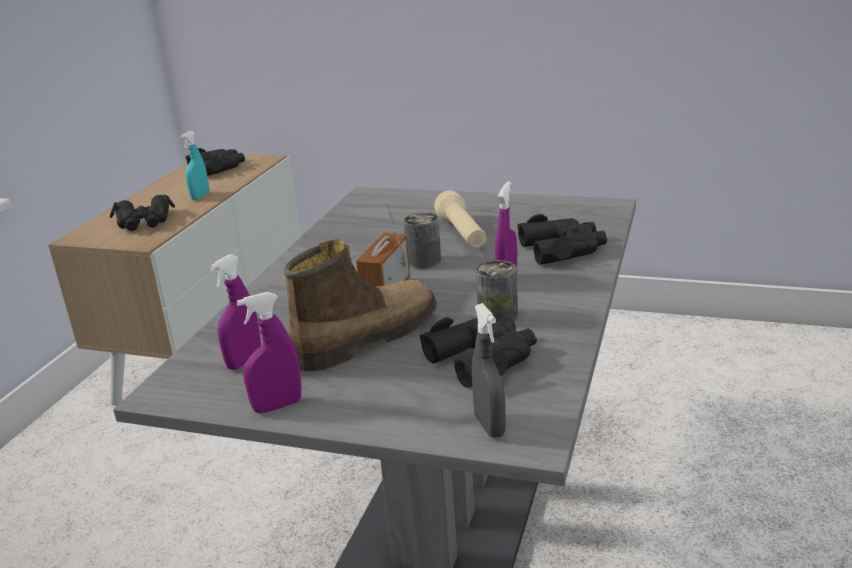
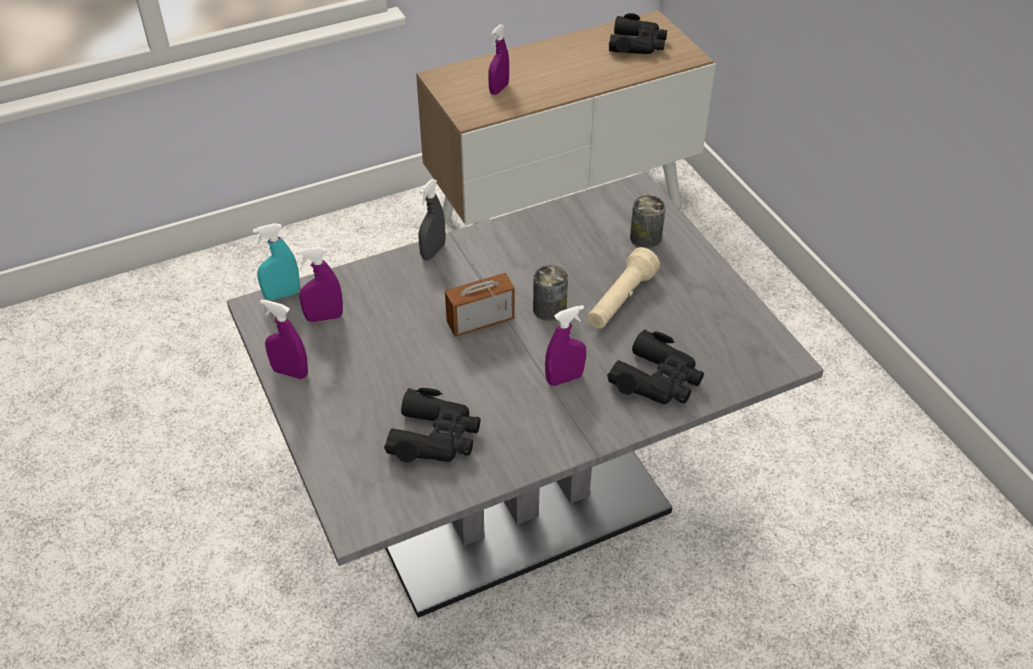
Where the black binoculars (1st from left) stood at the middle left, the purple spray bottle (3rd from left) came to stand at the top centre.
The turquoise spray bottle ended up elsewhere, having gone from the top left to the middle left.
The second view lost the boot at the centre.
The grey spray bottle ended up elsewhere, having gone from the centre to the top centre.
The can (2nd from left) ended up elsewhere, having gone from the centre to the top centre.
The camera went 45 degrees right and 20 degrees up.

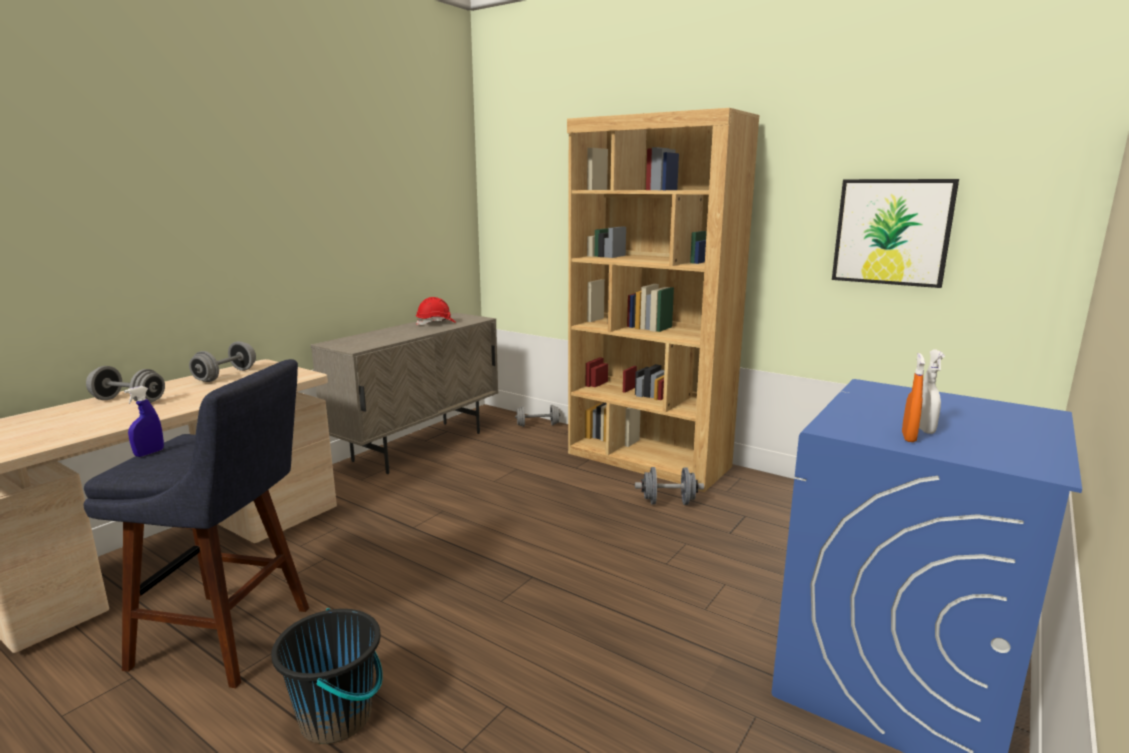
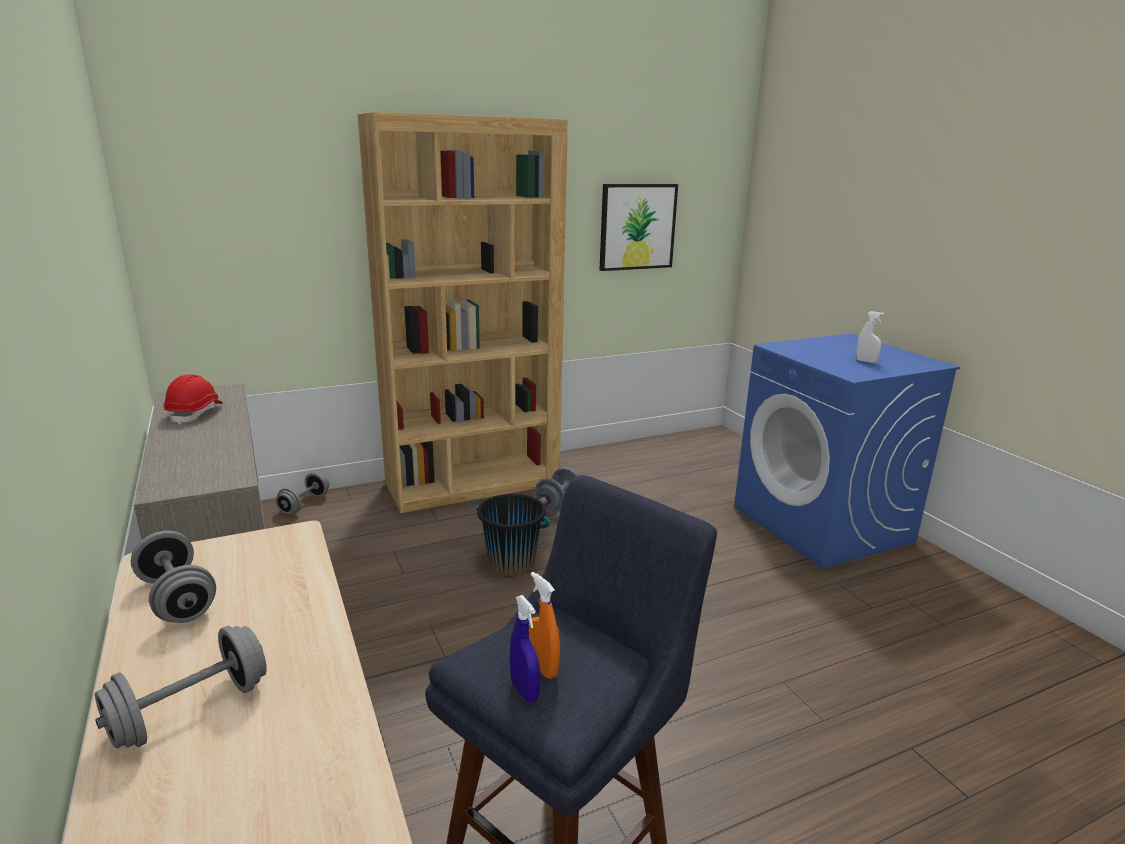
The black bucket ended up elsewhere, having gone from the bottom left to the centre.
The orange spray bottle ended up elsewhere, having gone from the middle right to the bottom centre.
The camera went 60 degrees left and 5 degrees up.

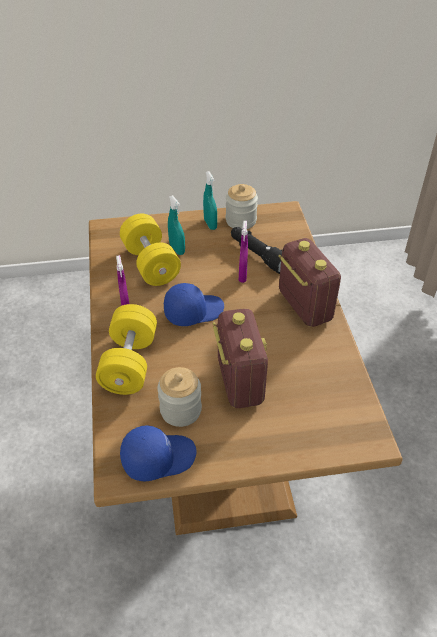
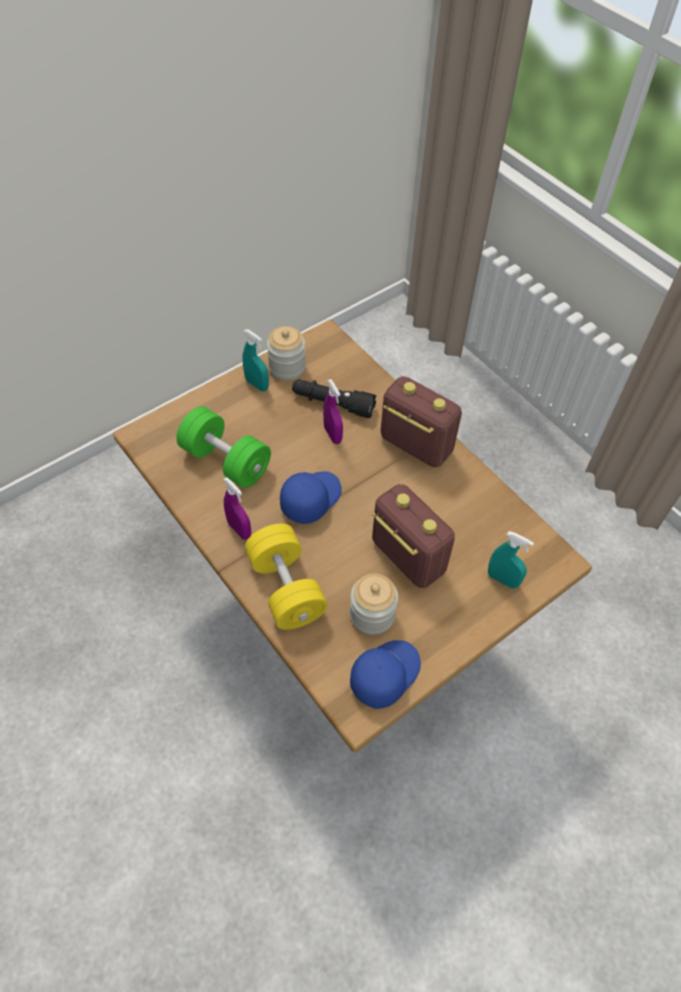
What was the yellow dumbbell (2nd from left) at the centre turned into the green dumbbell at the middle left.
The turquoise spray bottle (1st from left in the first image) ended up elsewhere, having gone from the centre to the middle right.
The camera went 30 degrees left and 10 degrees up.

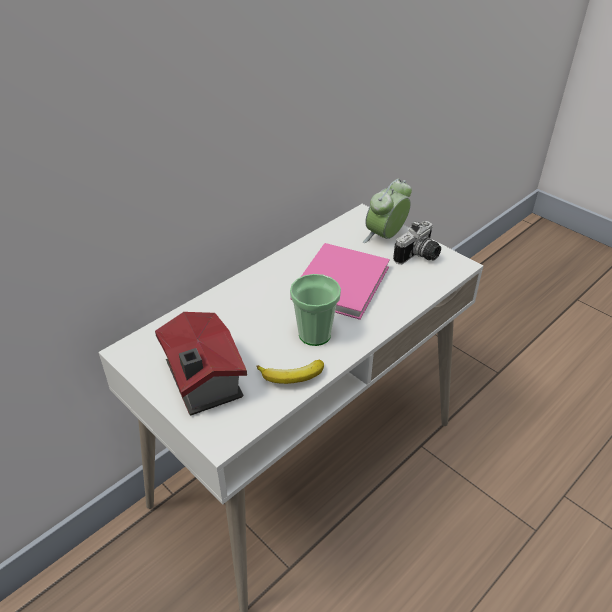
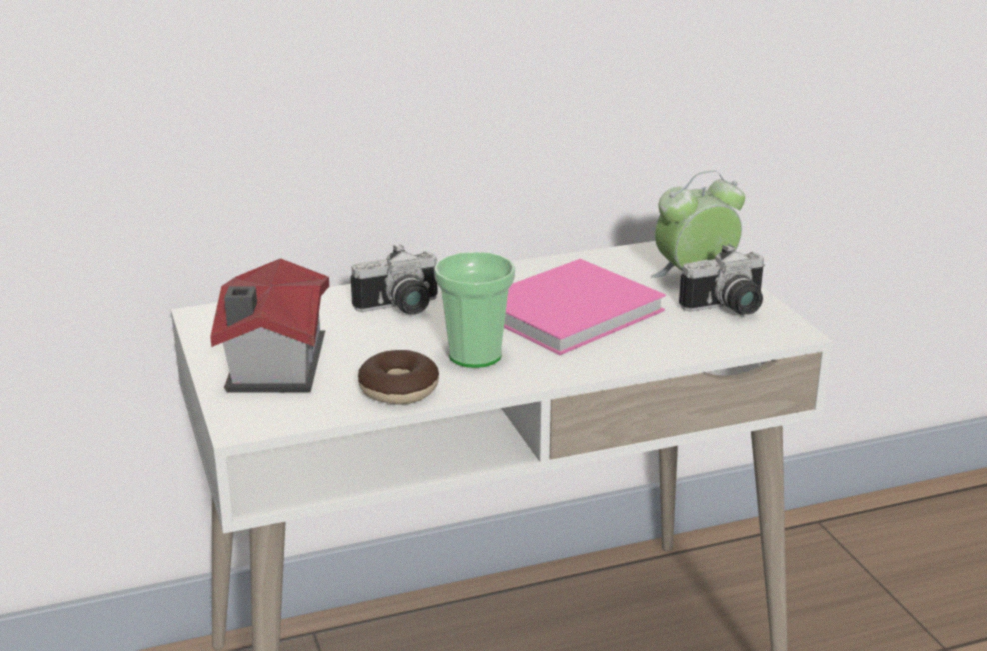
Where the banana stood at the centre, the donut came to stand at the centre.
The second view gained the photo camera (1st from left) at the centre.
The camera went 25 degrees right and 15 degrees down.

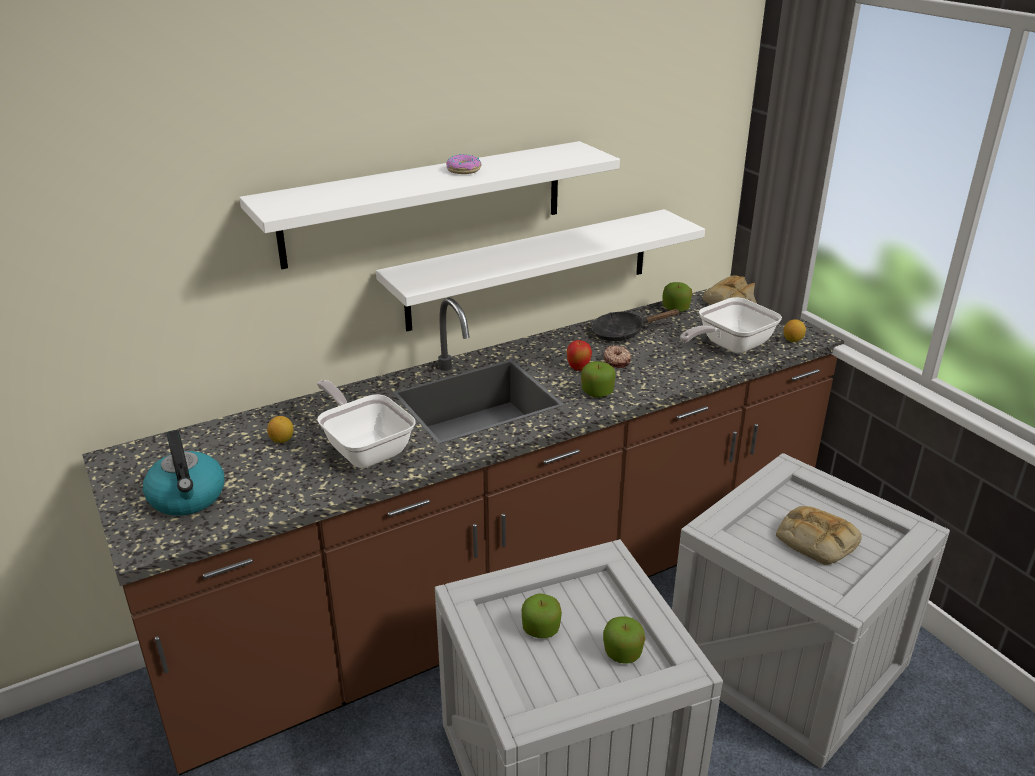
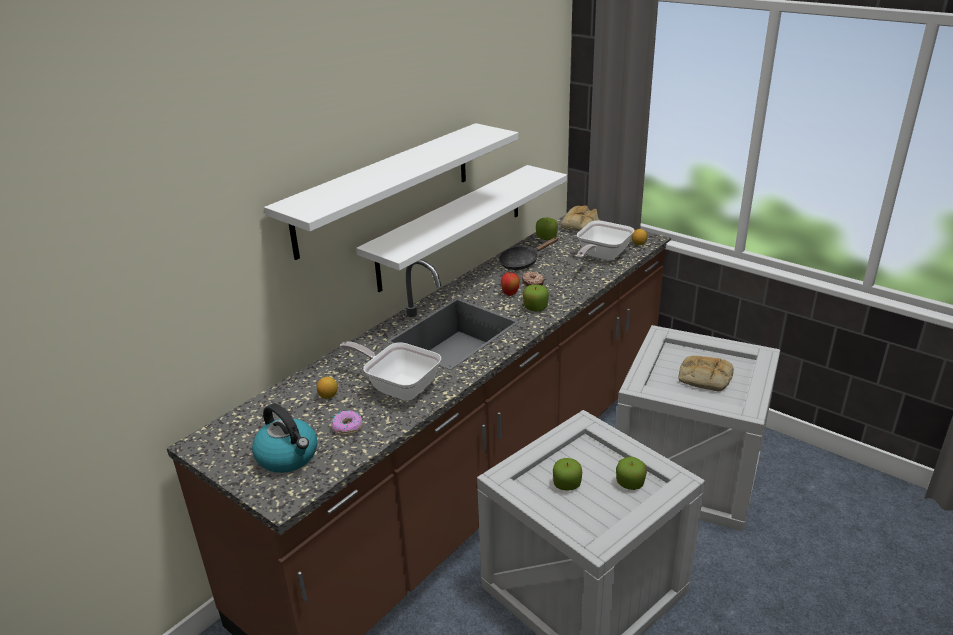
The donut (1st from left) ended up elsewhere, having gone from the top centre to the centre.
The camera went 20 degrees left and 0 degrees up.

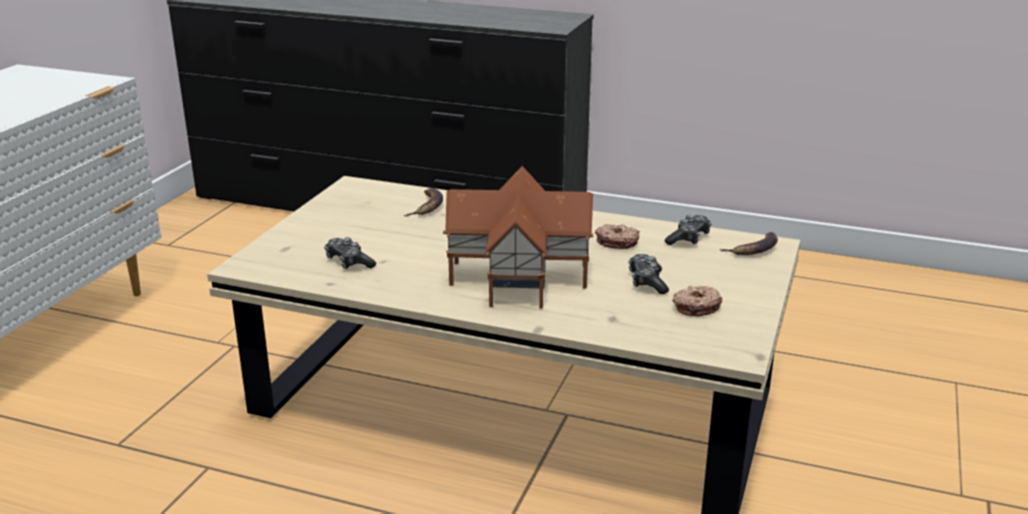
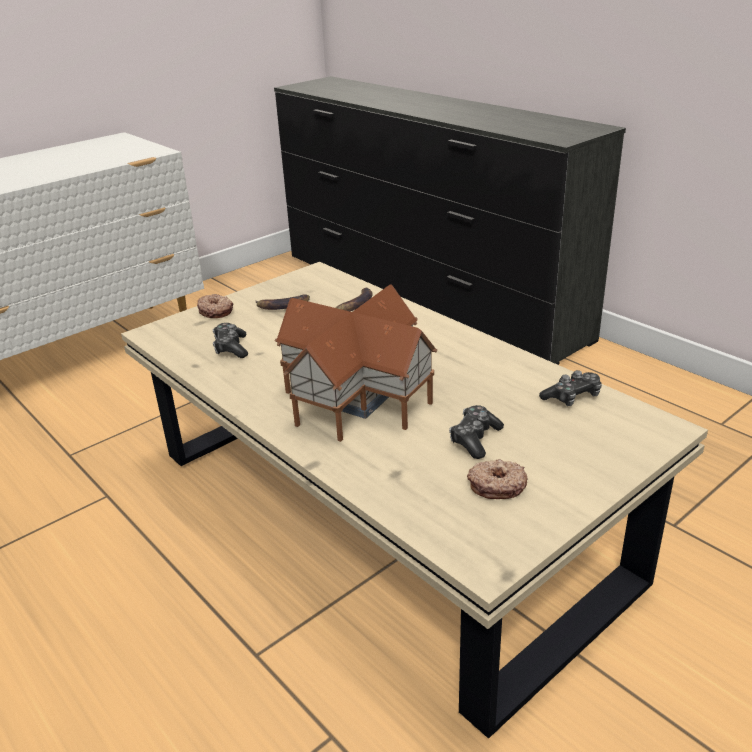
The donut (1st from left) ended up elsewhere, having gone from the centre to the middle left.
The banana (2nd from left in the first image) ended up elsewhere, having gone from the middle right to the centre.
The camera went 30 degrees right and 5 degrees up.

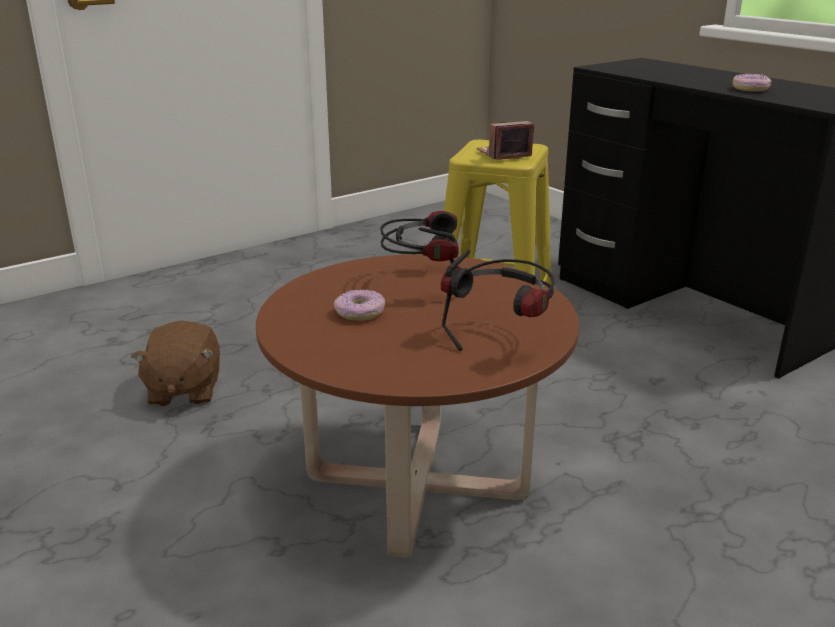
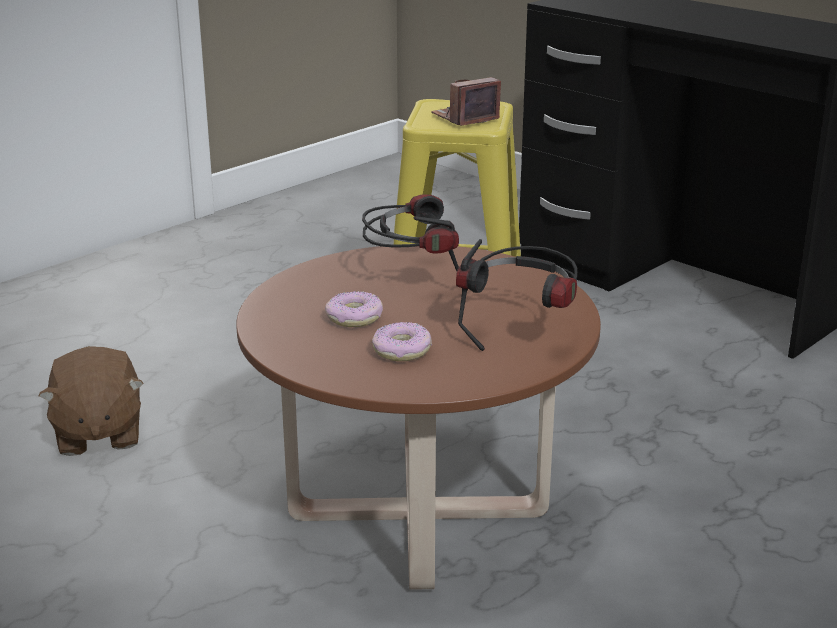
The donut (2nd from left) ended up elsewhere, having gone from the top right to the centre.
The camera went 10 degrees left and 0 degrees up.

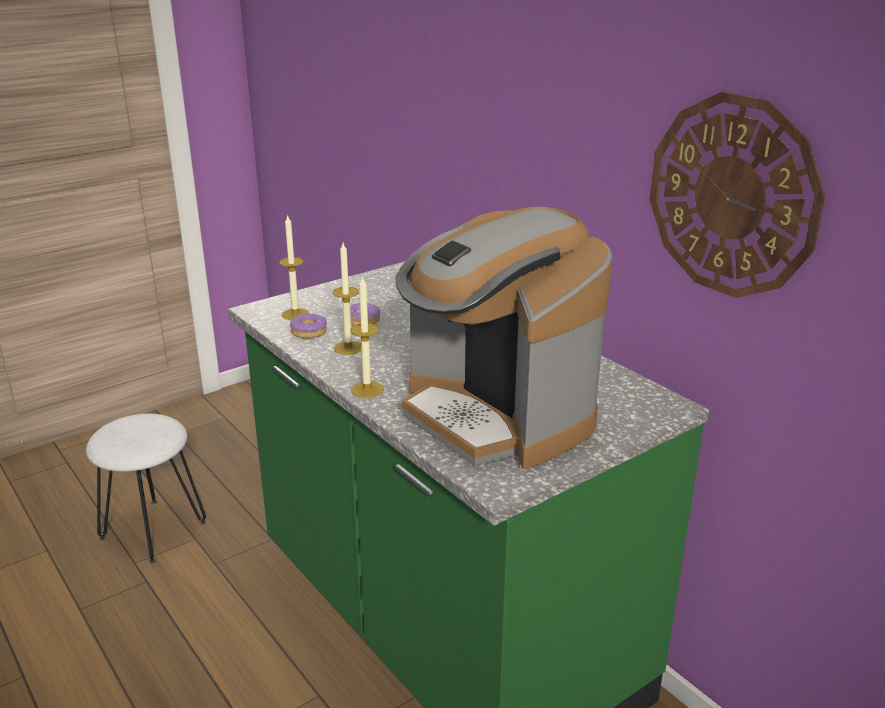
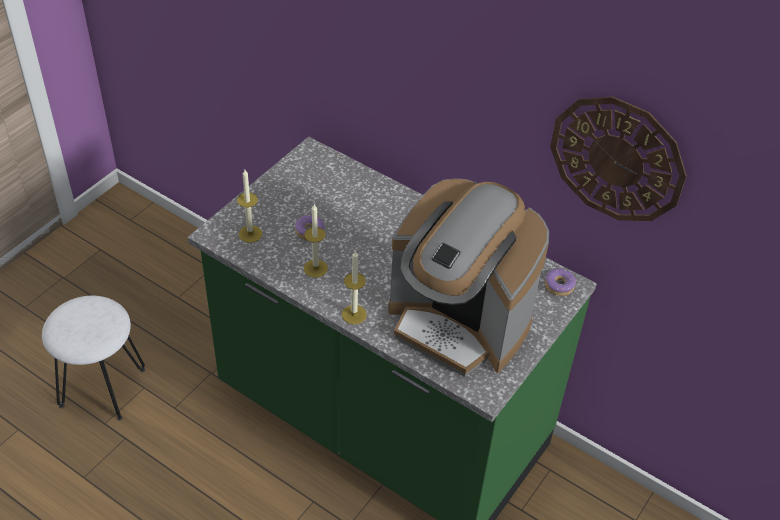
The donut (1st from left in the first image) ended up elsewhere, having gone from the centre to the middle right.
The camera went 20 degrees left and 20 degrees up.

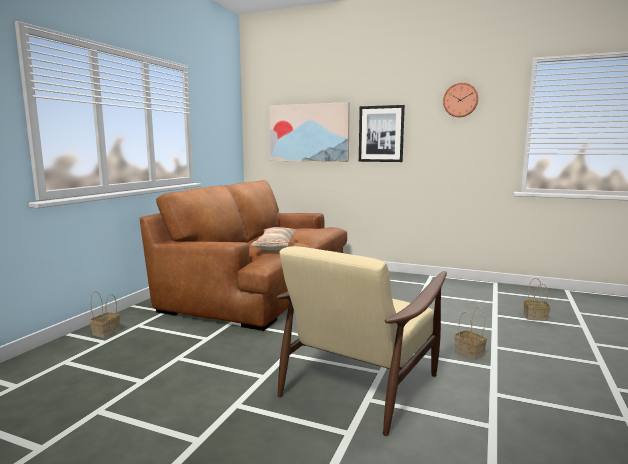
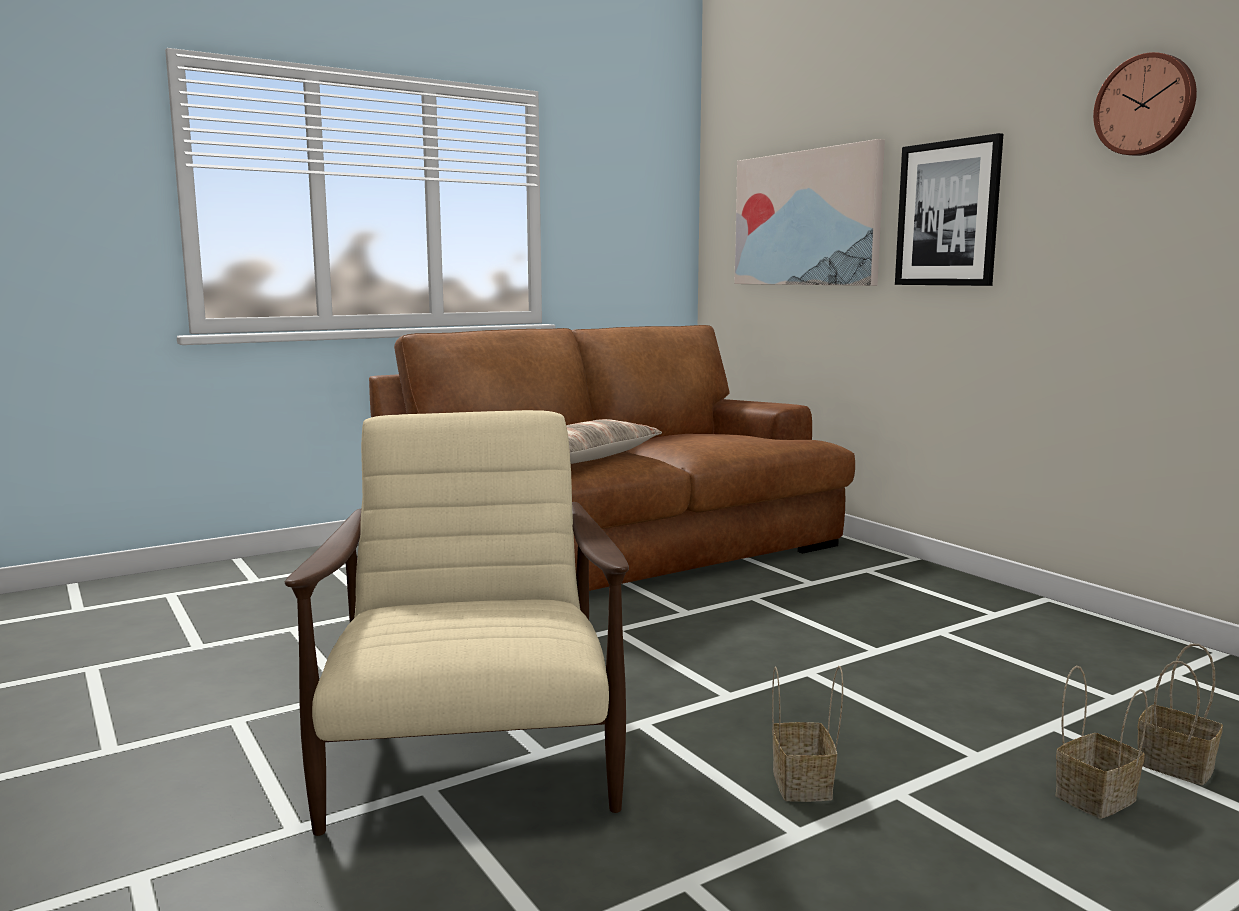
The basket (1st from left in the first image) ended up elsewhere, having gone from the bottom left to the bottom right.
The beige armchair at the bottom centre ended up facing another way, 105 degrees clockwise from before.
The camera went 35 degrees right and 0 degrees up.

